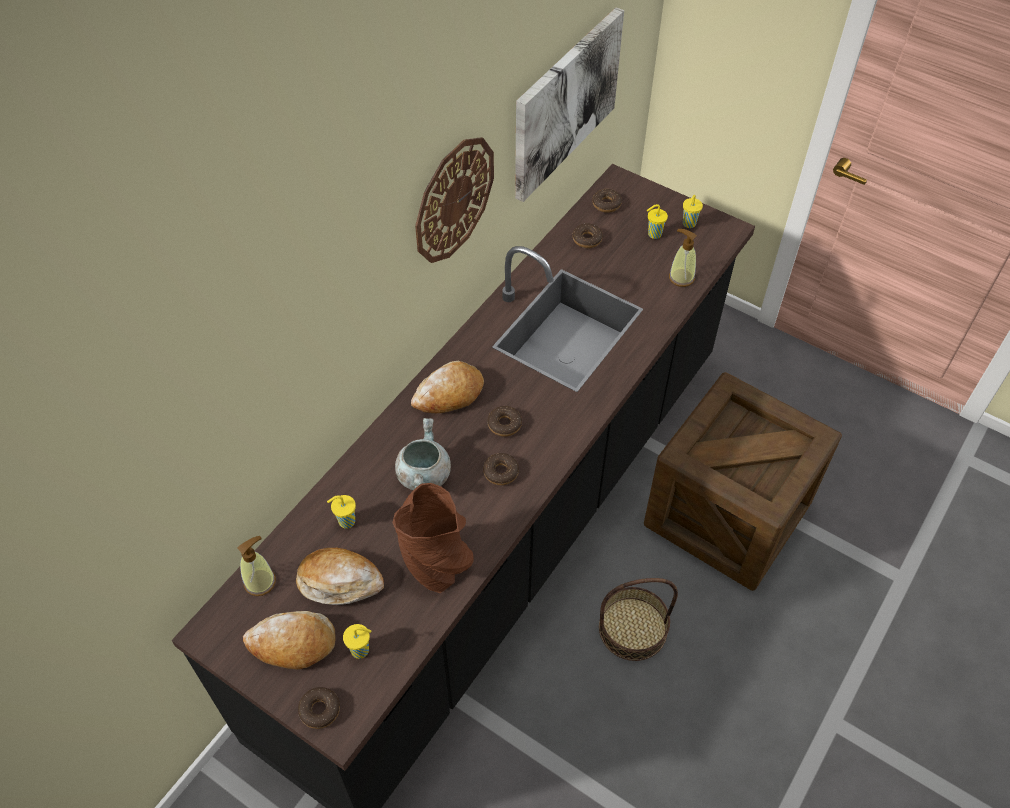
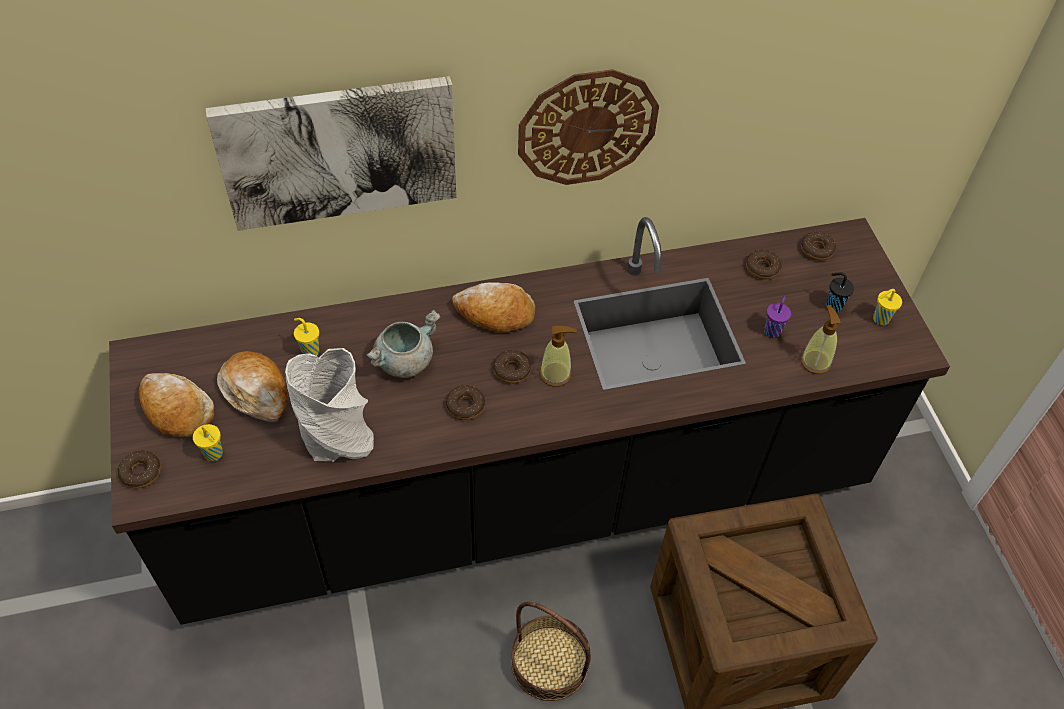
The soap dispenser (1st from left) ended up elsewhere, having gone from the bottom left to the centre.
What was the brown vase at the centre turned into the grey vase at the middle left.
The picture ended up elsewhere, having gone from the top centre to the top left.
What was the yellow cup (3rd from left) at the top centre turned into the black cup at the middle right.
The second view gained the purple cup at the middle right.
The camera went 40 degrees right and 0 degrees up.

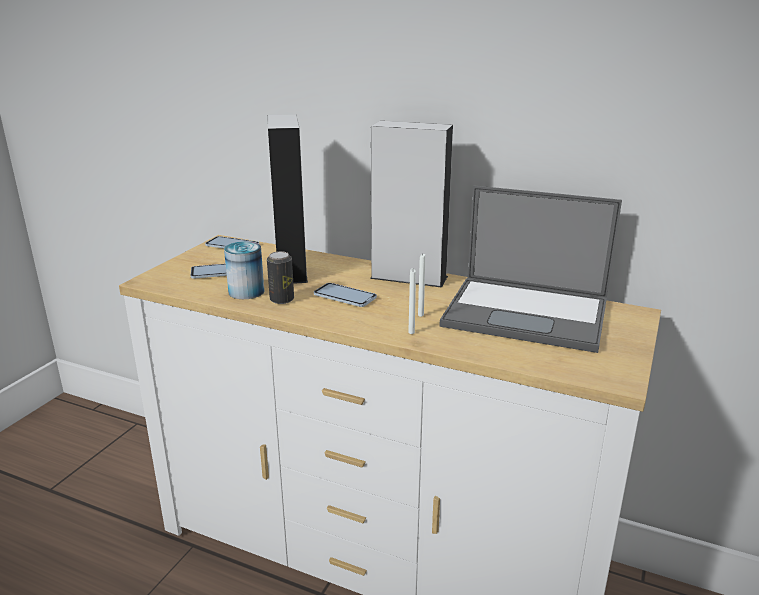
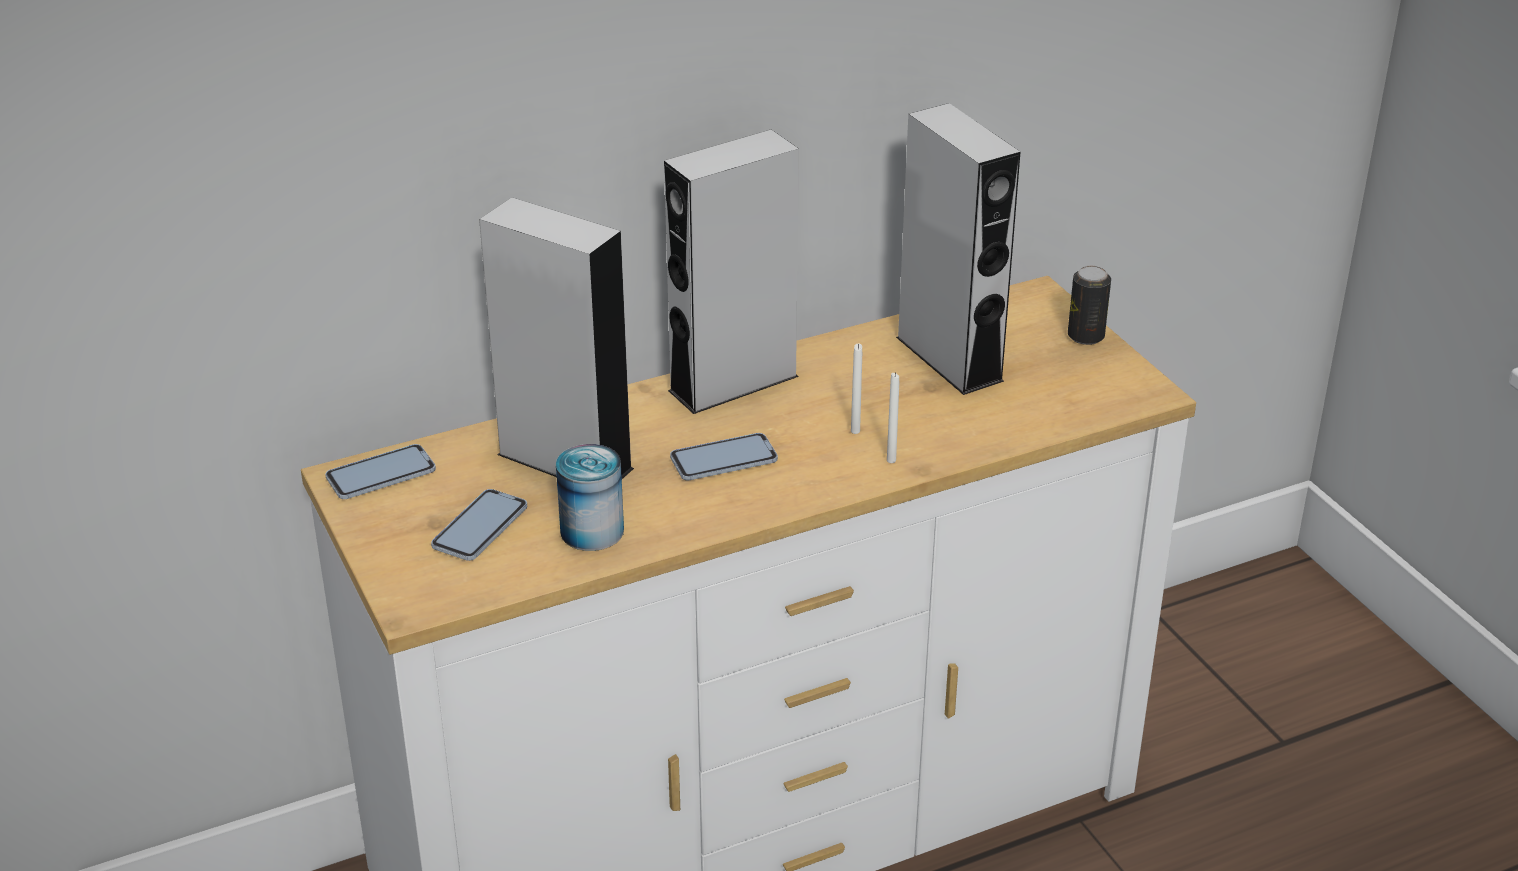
The can (2nd from left) ended up elsewhere, having gone from the centre to the middle right.
Where the laptop stood at the middle right, the grey speaker (3rd from left) came to stand at the top centre.
The camera went 50 degrees left and 10 degrees up.

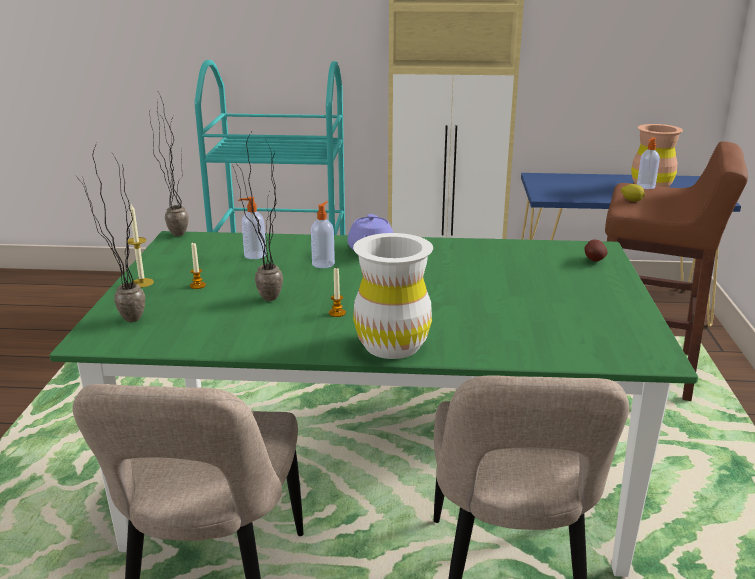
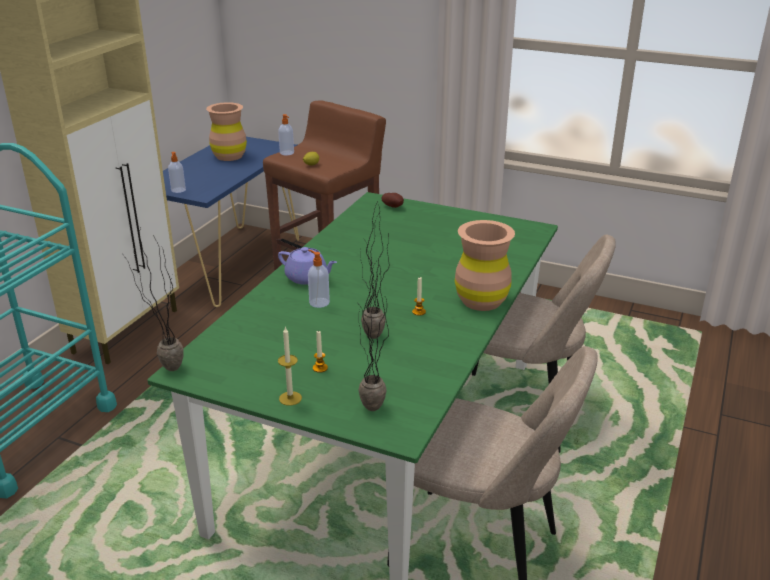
The soap dispenser (1st from left) ended up elsewhere, having gone from the centre to the top left.
What was the white vase at the centre turned into the brown vase (2nd from left) at the centre.
The camera went 70 degrees left and 5 degrees up.

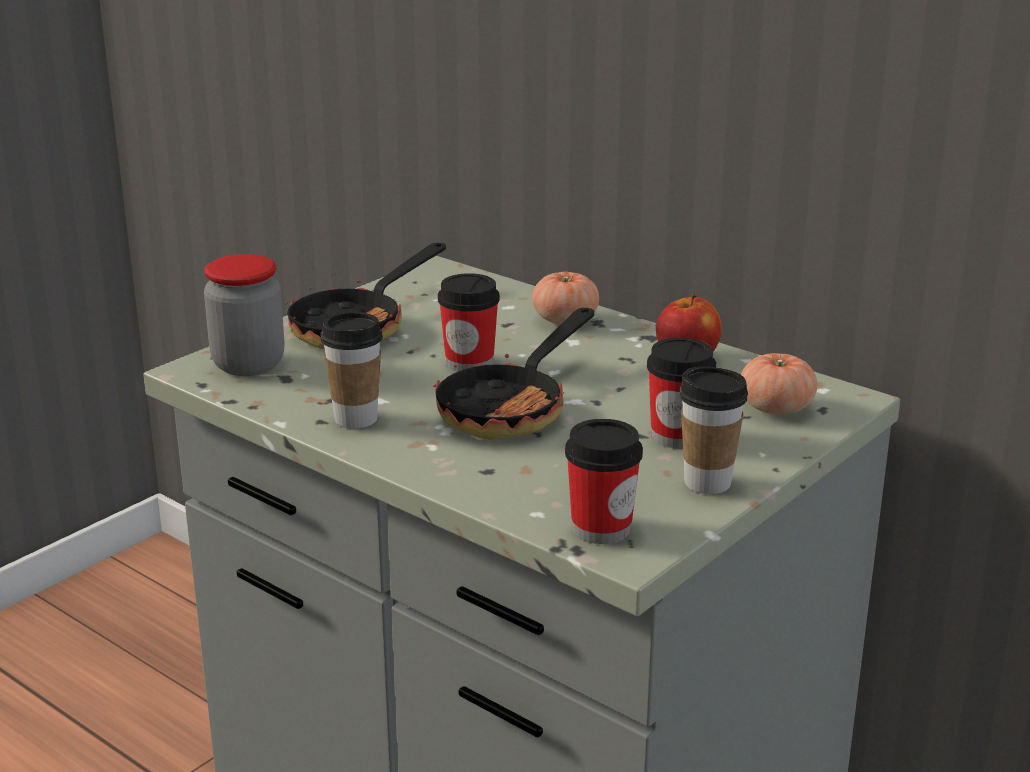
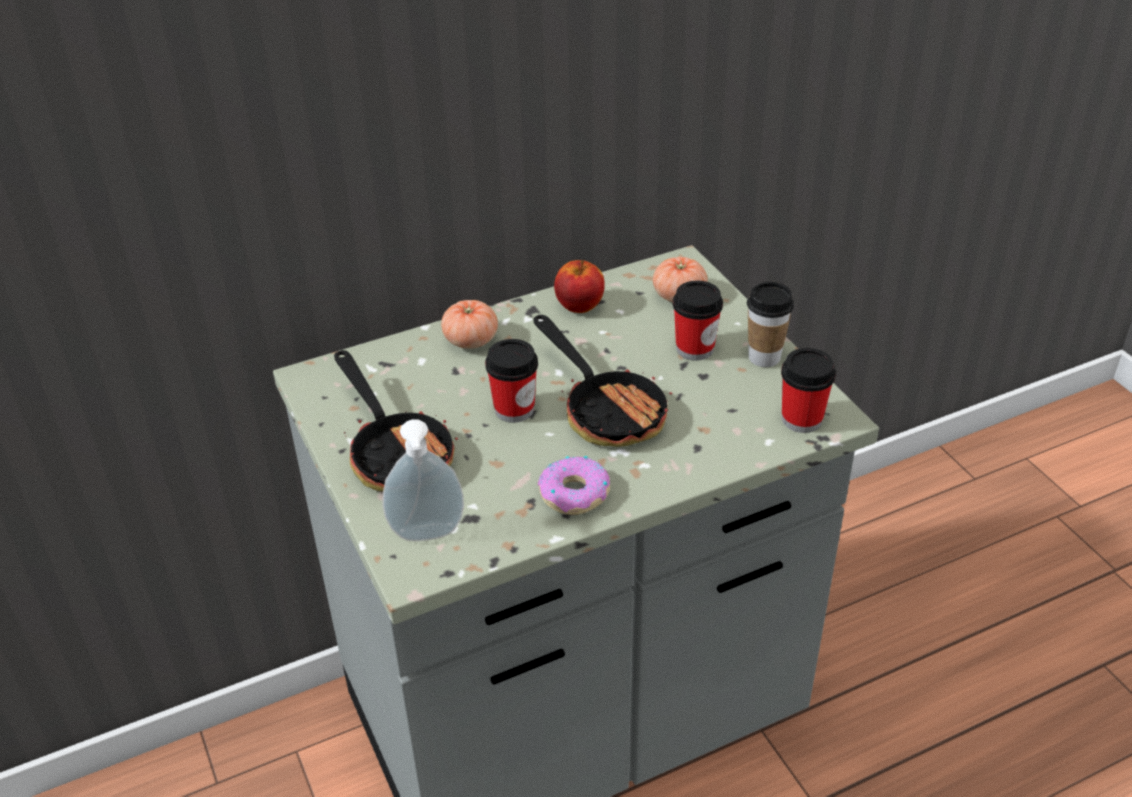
Where the jar stood at the middle left, the soap dispenser came to stand at the centre.
Where the cup (1st from left) stood at the centre, the donut came to stand at the centre.
The camera went 65 degrees left and 15 degrees up.

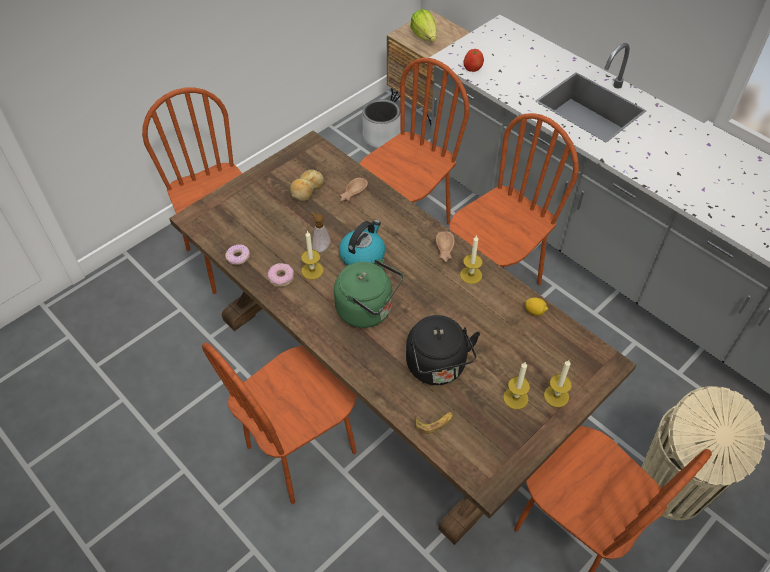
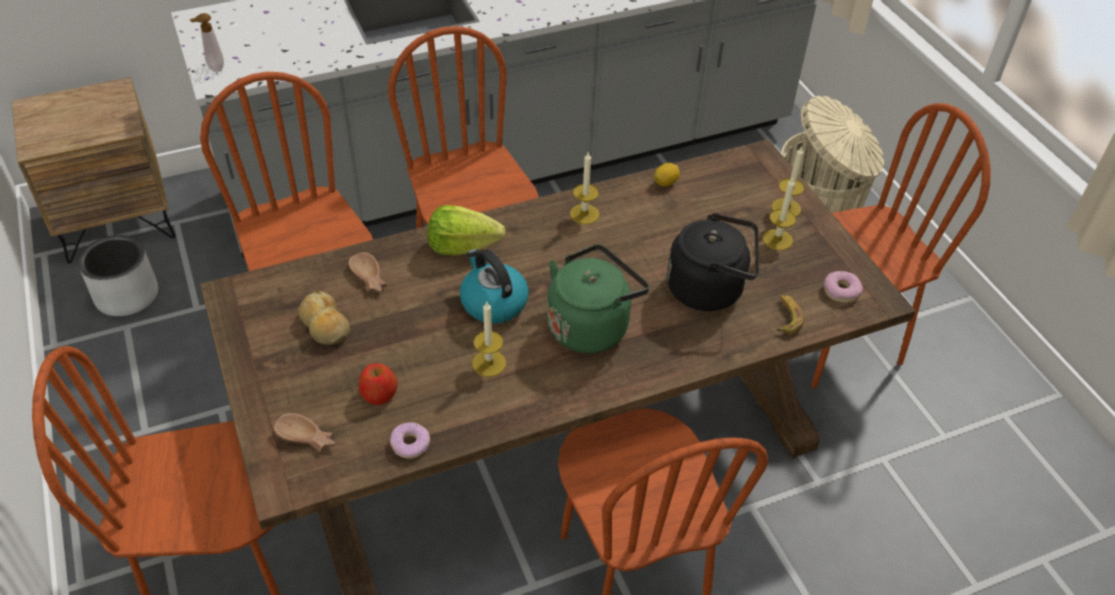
The donut (2nd from left) ended up elsewhere, having gone from the centre to the middle right.
The soap dispenser ended up elsewhere, having gone from the centre to the top left.
The lettuce ended up elsewhere, having gone from the top centre to the centre.
The brown bowl (2nd from left in the first image) ended up elsewhere, having gone from the centre to the bottom left.
The apple ended up elsewhere, having gone from the top centre to the centre.
The camera went 70 degrees left and 5 degrees down.

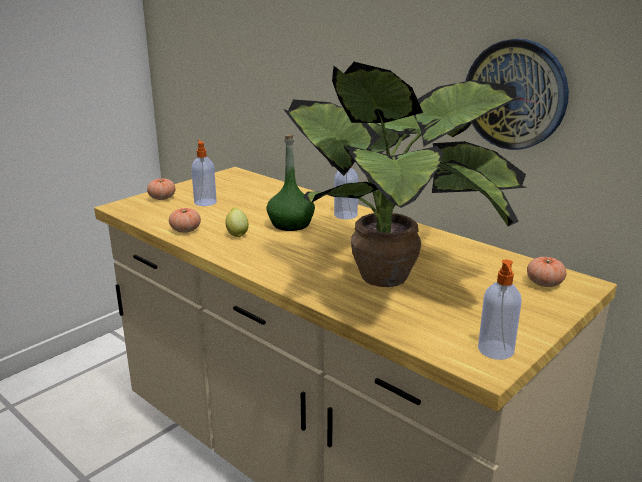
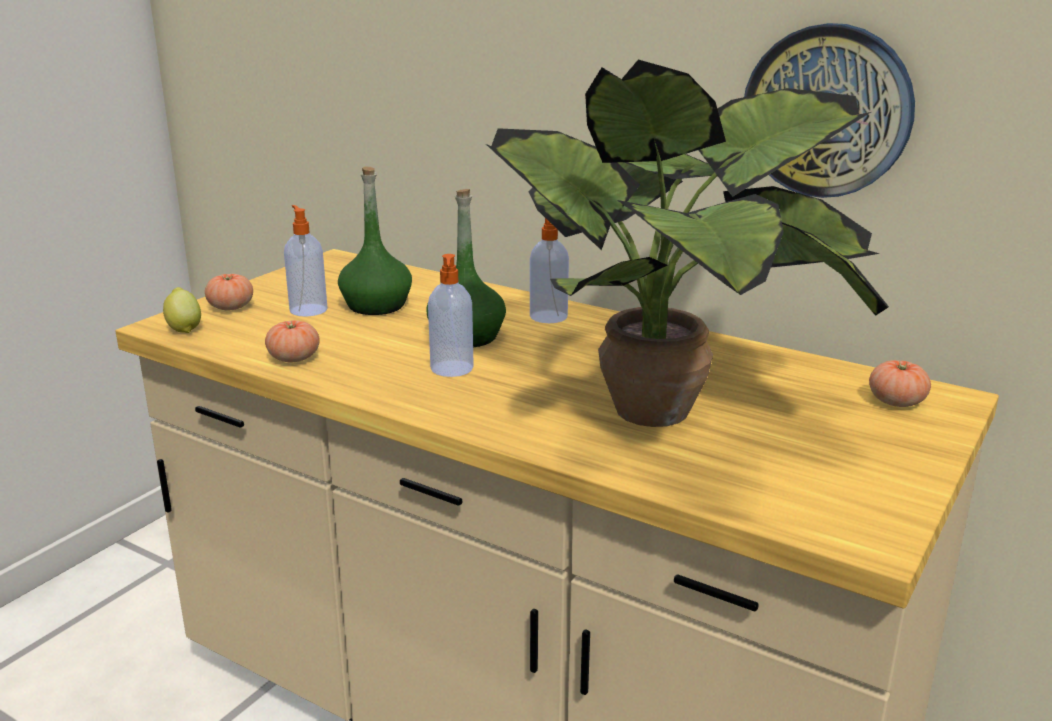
The lemon ended up elsewhere, having gone from the centre to the middle left.
The soap dispenser (3rd from left in the first image) ended up elsewhere, having gone from the middle right to the centre.
The second view gained the green bottle (1st from left) at the centre.
The camera went 10 degrees left and 0 degrees up.

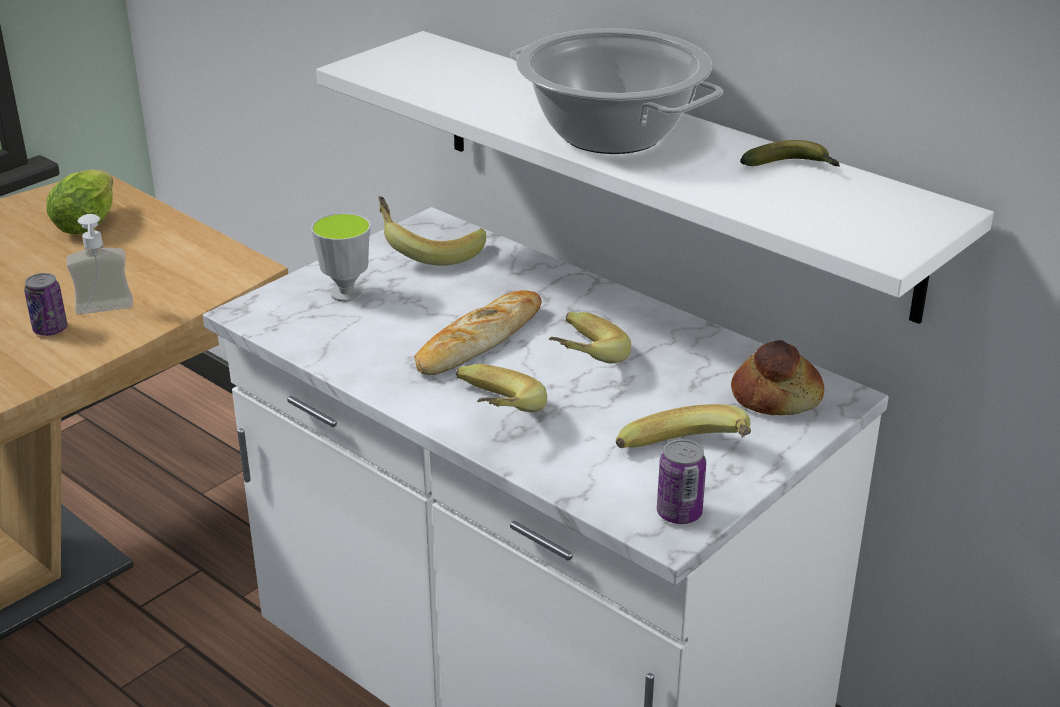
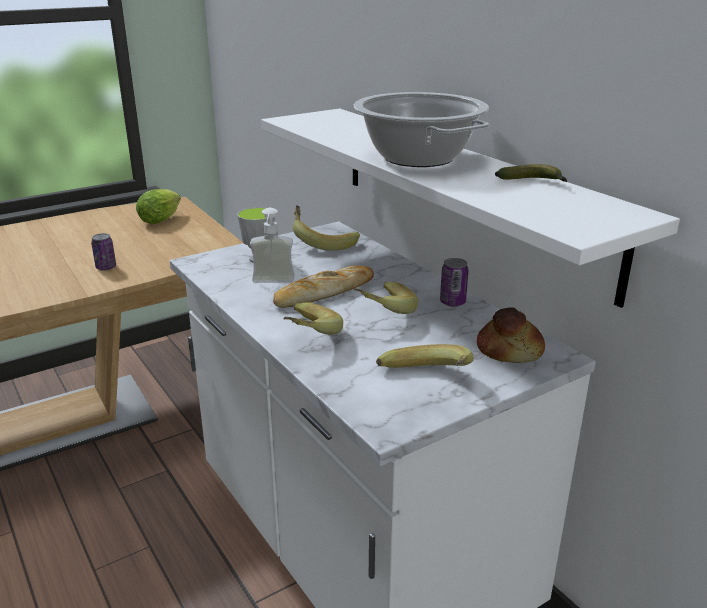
The soap dispenser ended up elsewhere, having gone from the middle left to the centre.
The can (2nd from left) ended up elsewhere, having gone from the bottom centre to the centre.
The camera went 15 degrees right and 5 degrees down.

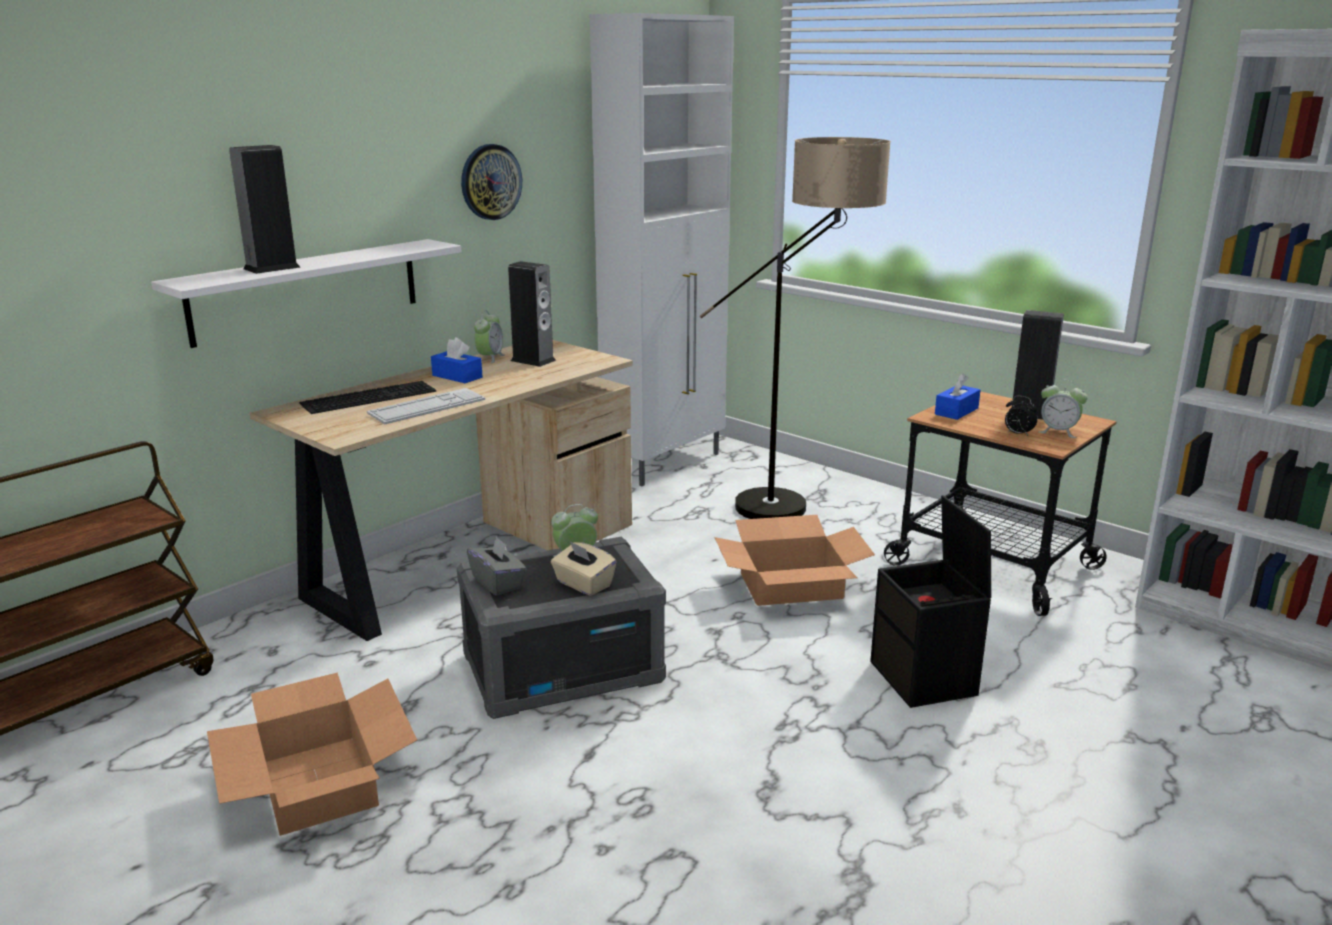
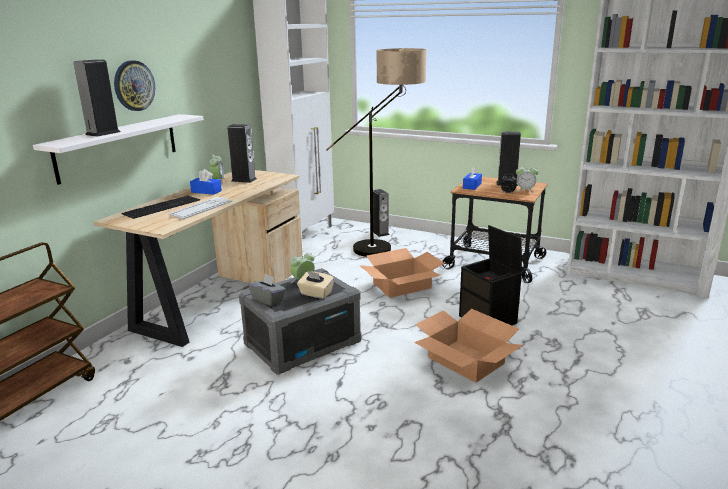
The cardboard box (1st from left in the first image) ended up elsewhere, having gone from the bottom left to the bottom centre.
The wall clock ended up elsewhere, having gone from the top centre to the top left.
The second view gained the speaker (3rd from left) at the centre.
The camera went 15 degrees left and 0 degrees up.

